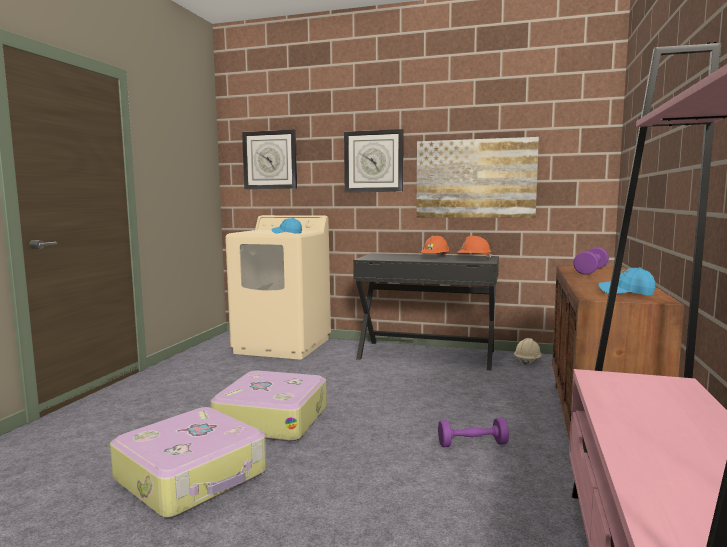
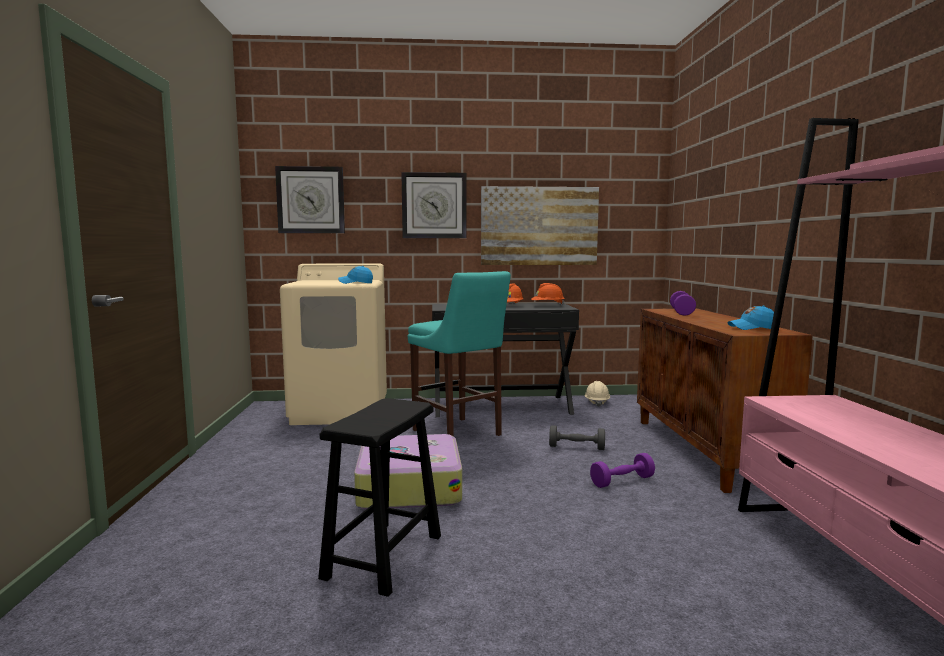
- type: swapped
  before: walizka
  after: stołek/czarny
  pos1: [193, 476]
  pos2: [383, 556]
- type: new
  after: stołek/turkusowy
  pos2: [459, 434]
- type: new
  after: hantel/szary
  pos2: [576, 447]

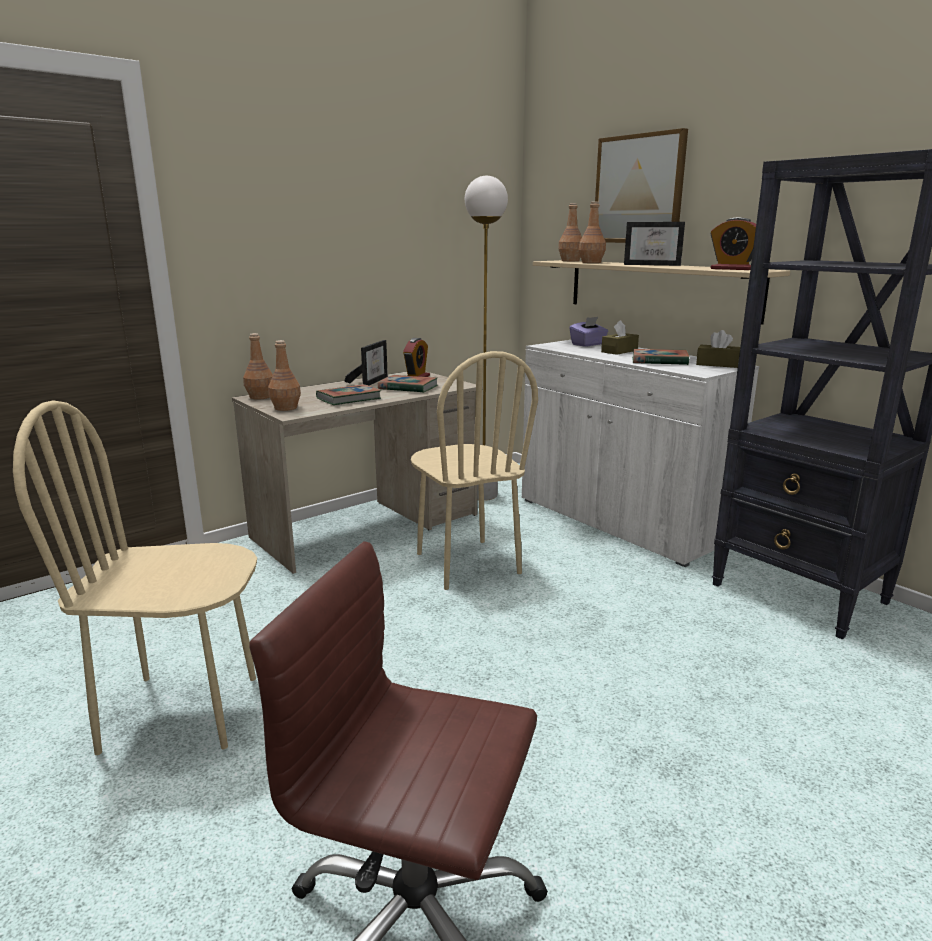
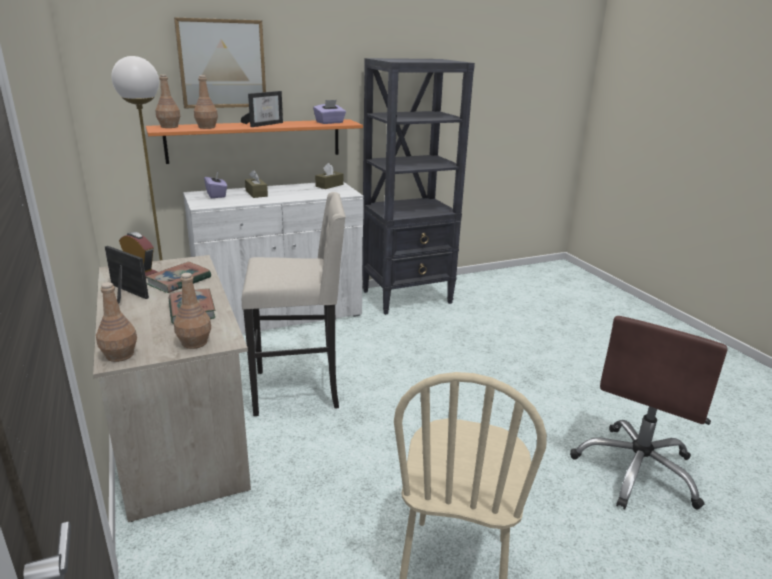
- type: repainted
  before: półka/beżowy
  after: półka/pomarańczowy
  pos1: [659, 289]
  pos2: [255, 140]
- type: swapped
  before: krzesło/beżowy
  after: stołek/beżowy
  pos1: [466, 563]
  pos2: [299, 390]
- type: swapped
  before: budzik
  after: pudełko chusteczek/fioletowy
  pos1: [732, 269]
  pos2: [330, 122]
- type: gone
  before: książka
  pos1: [659, 361]

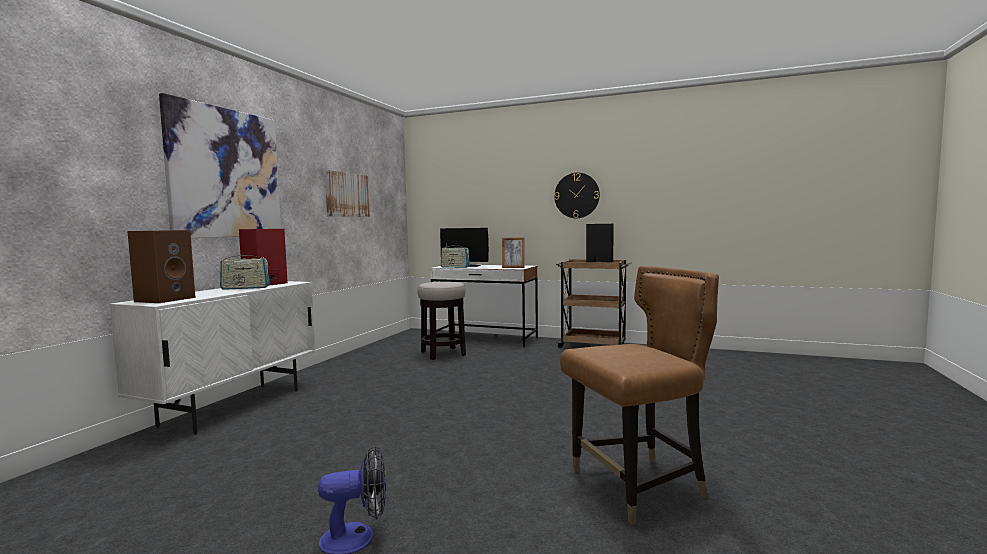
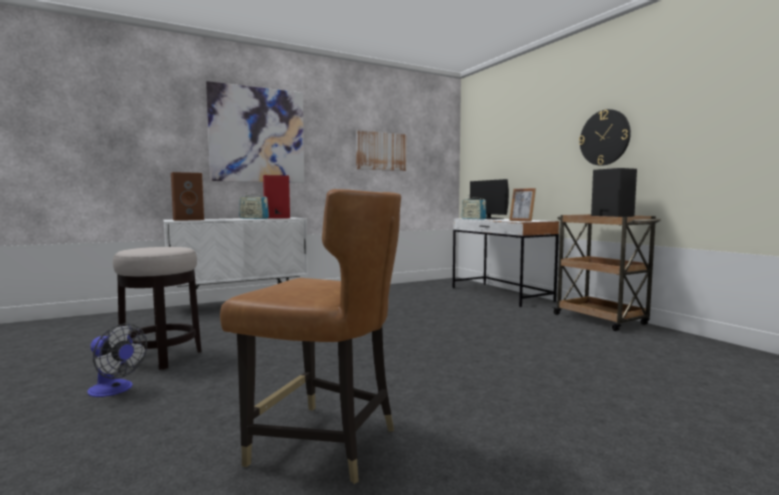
- type: shifted
  before: stołek
  pos1: [443, 353]
  pos2: [161, 357]

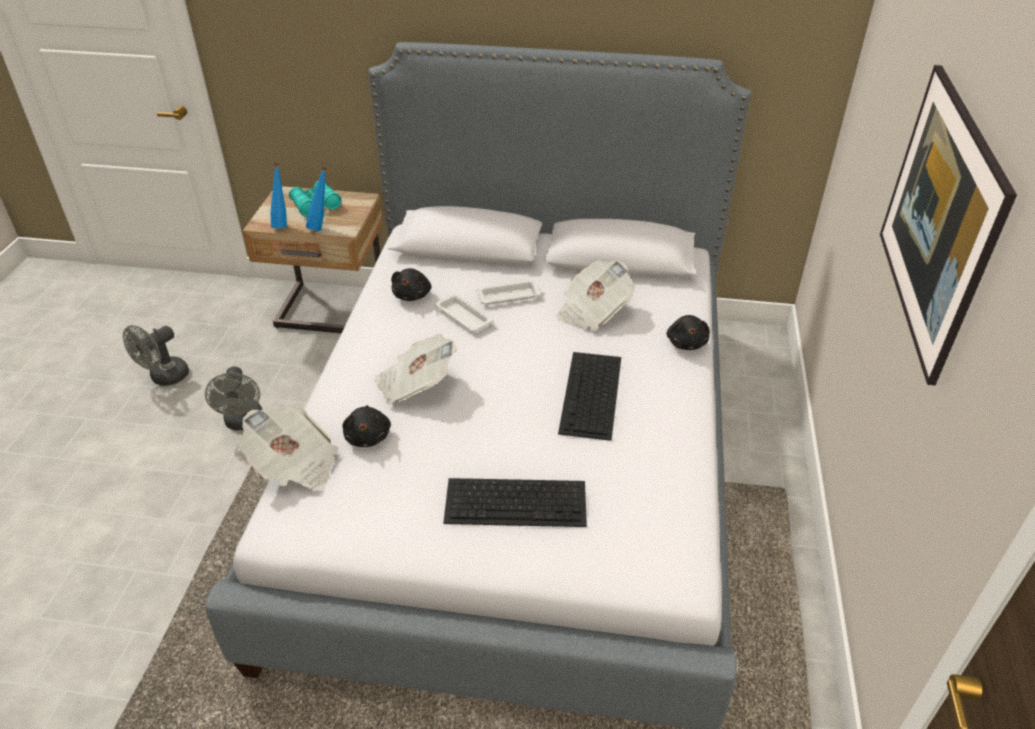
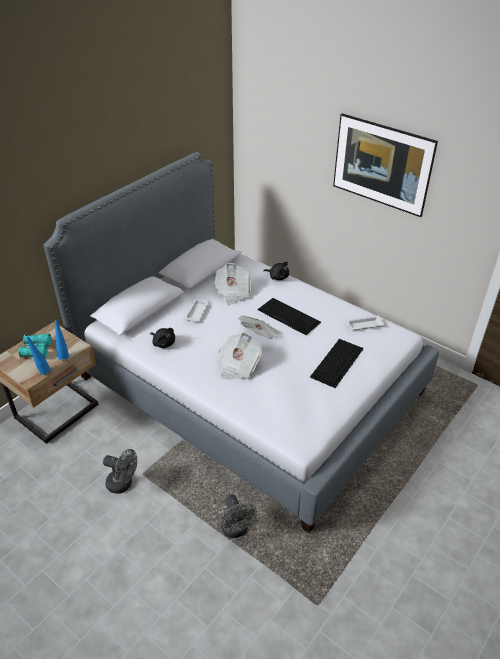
- type: shifted
  before: wentylator/szary
  pos1: [164, 378]
  pos2: [236, 530]
- type: shifted
  before: gazeta
  pos1: [294, 465]
  pos2: [260, 336]
- type: shifted
  before: taca/biały
  pos1: [462, 316]
  pos2: [364, 325]
- type: gone
  before: pluszak/czarny
  pos1: [368, 436]

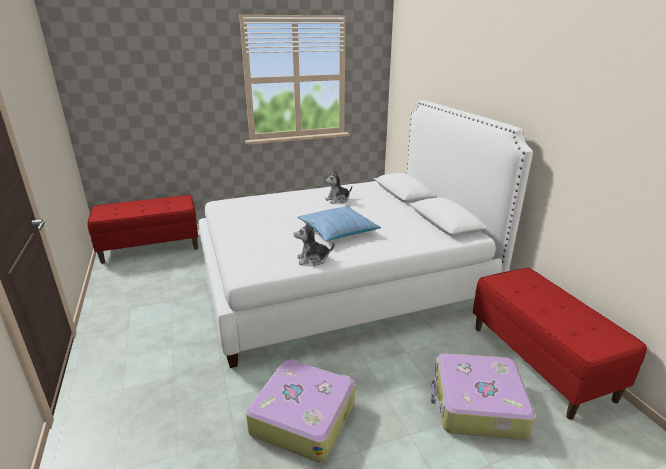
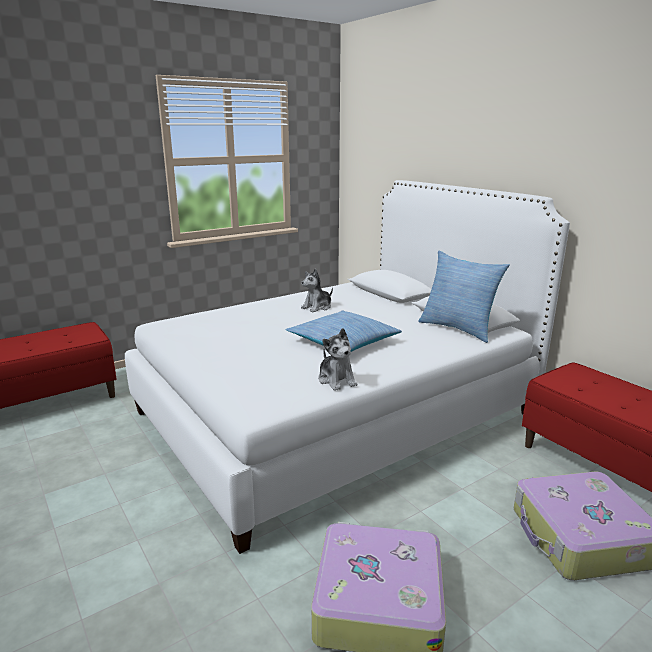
- type: rotated
  before: pluszak
  pos1: [313, 259]
  pos2: [336, 380]
  turn: -90
- type: new
  after: poduszka
  pos2: [458, 328]

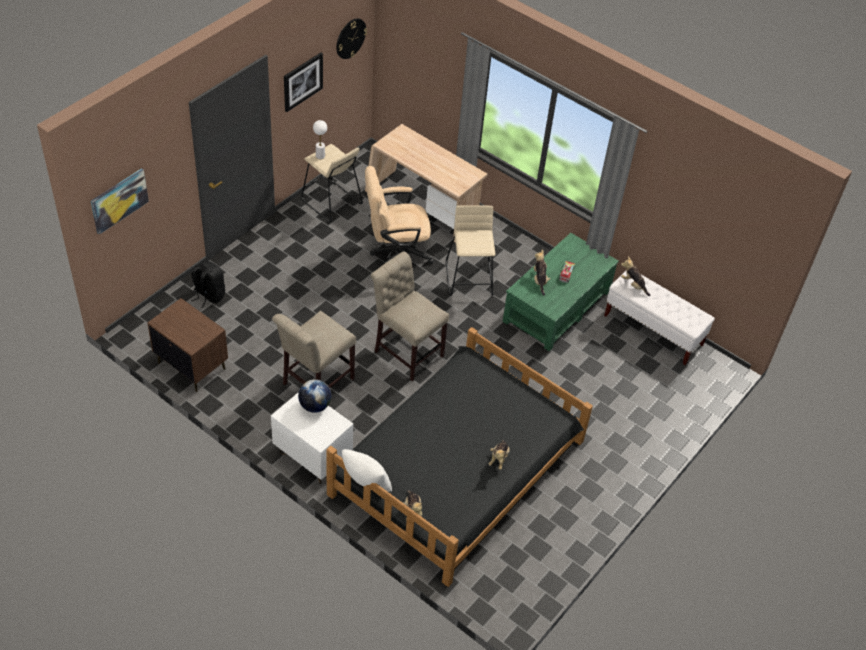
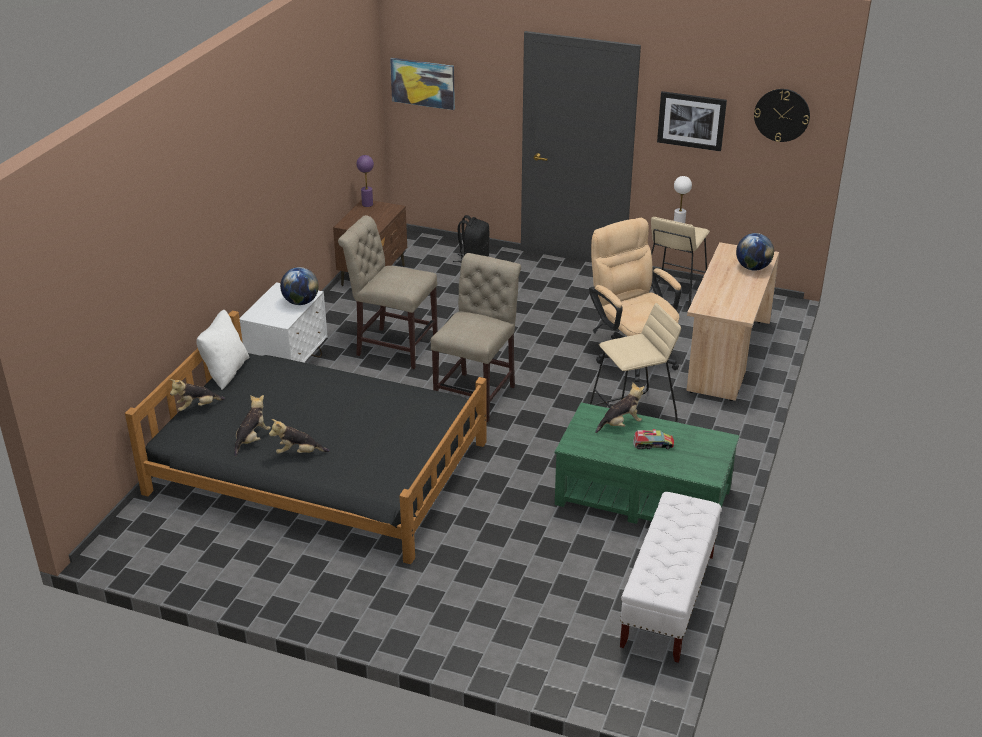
- type: shifted
  before: pluszak
  pos1: [633, 285]
  pos2: [252, 440]
- type: new
  after: lampa stołowa/fioletowy
  pos2: [367, 204]
- type: new
  after: globus
  pos2: [752, 268]

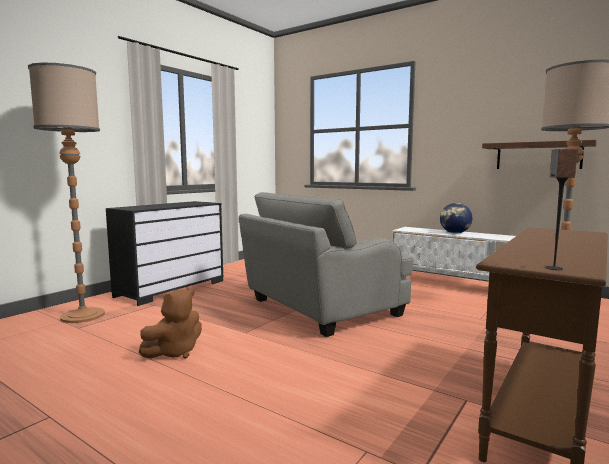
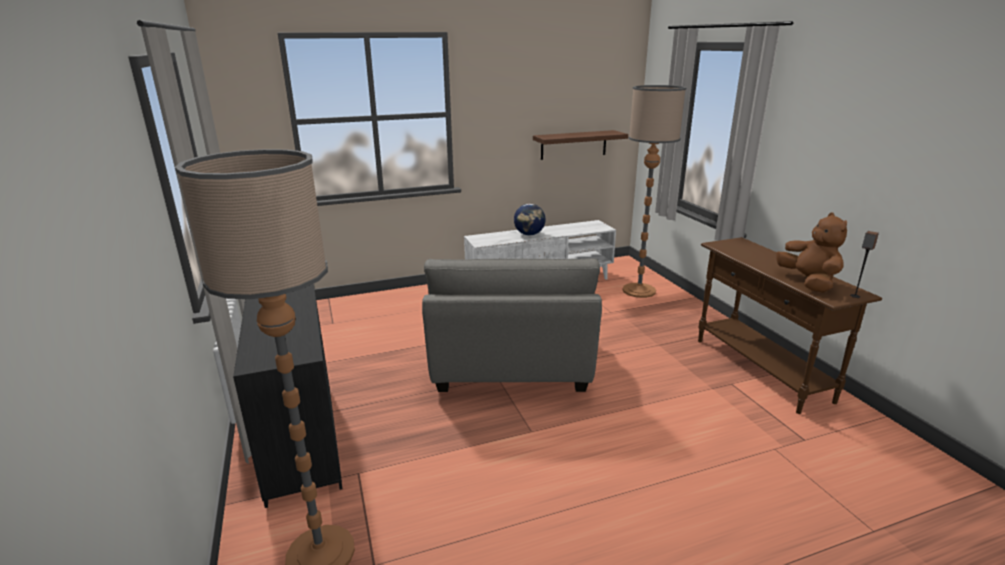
- type: shifted
  before: pluszak/brązowy
  pos1: [174, 352]
  pos2: [808, 282]

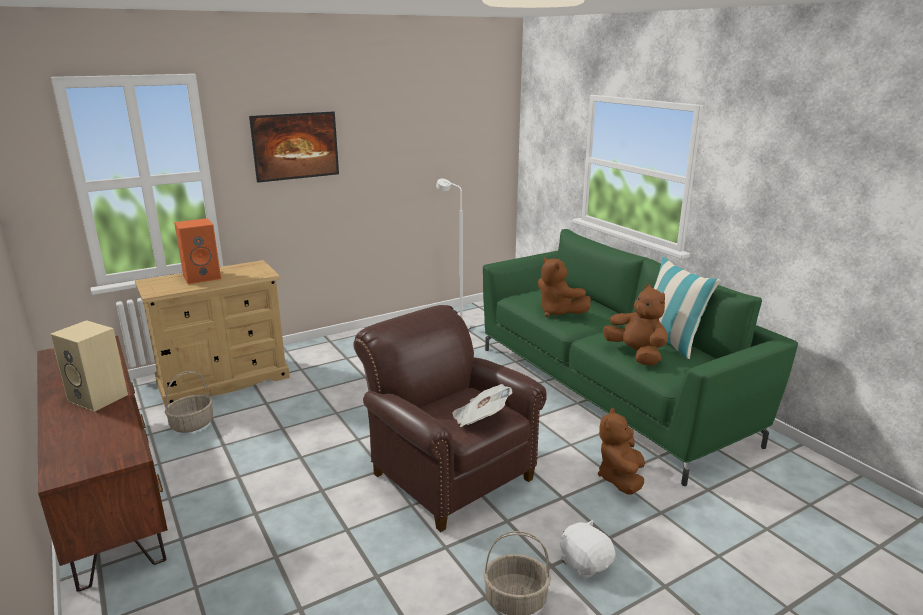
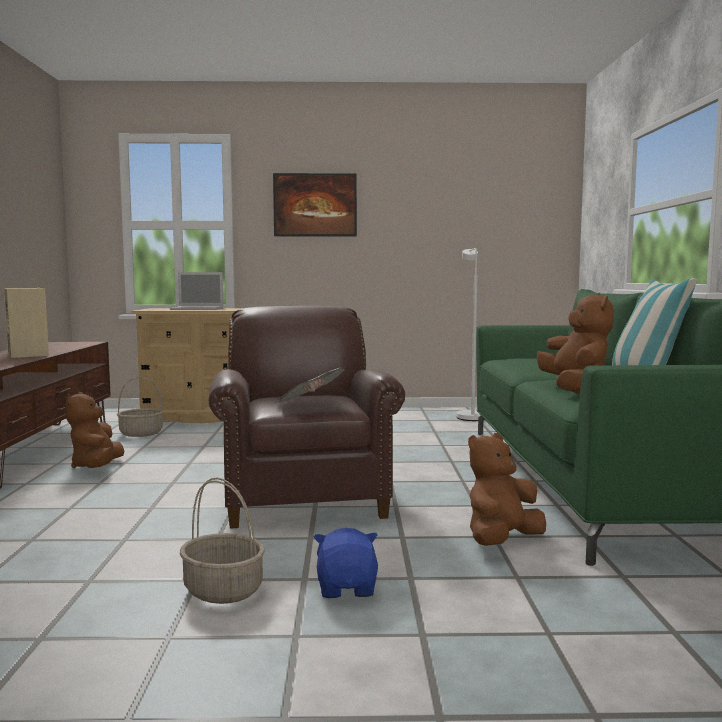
- type: shifted
  before: pluszak/brązowy
  pos1: [558, 312]
  pos2: [97, 467]
- type: swapped
  before: głośnik/pomarańczowy
  after: laptop
  pos1: [203, 277]
  pos2: [198, 309]
- type: repainted
  before: pluszak/biały
  after: pluszak/niebieski
  pos1: [585, 563]
  pos2: [347, 588]

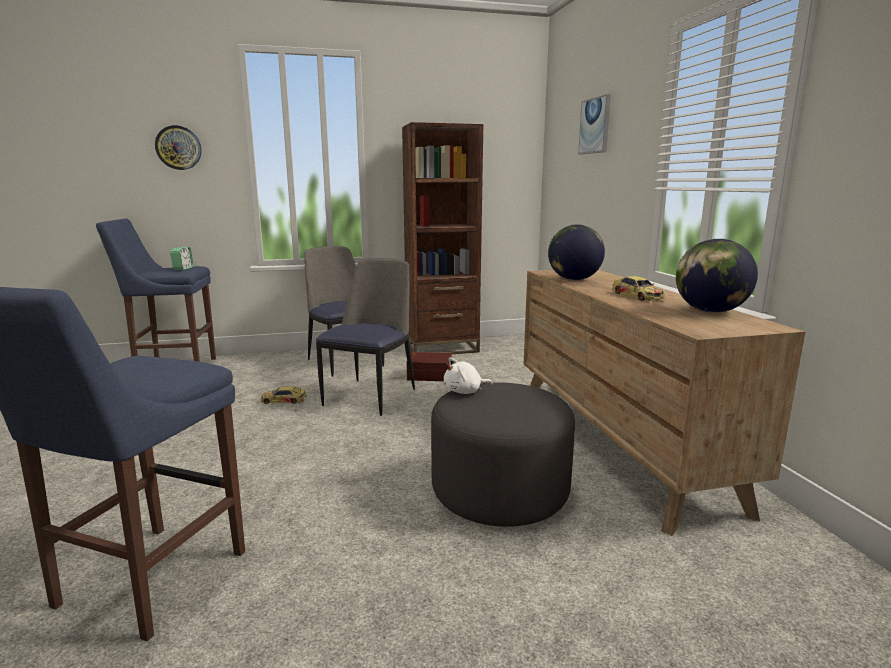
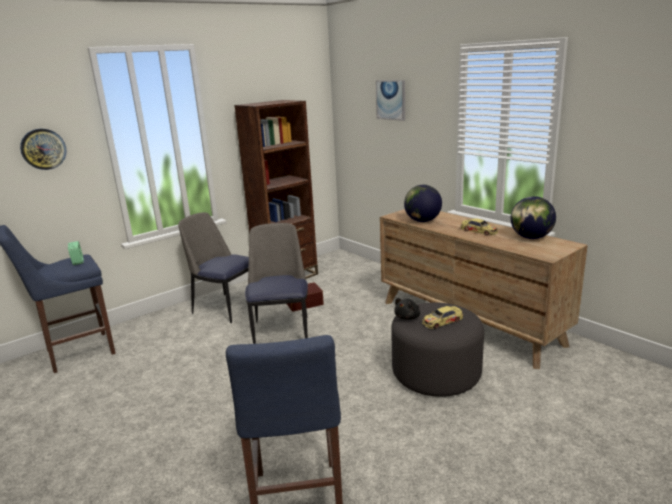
- type: repainted
  before: pluszak/biały
  after: pluszak/czarny
  pos1: [465, 391]
  pos2: [408, 317]
- type: shifted
  before: samochodzik
  pos1: [283, 400]
  pos2: [442, 321]

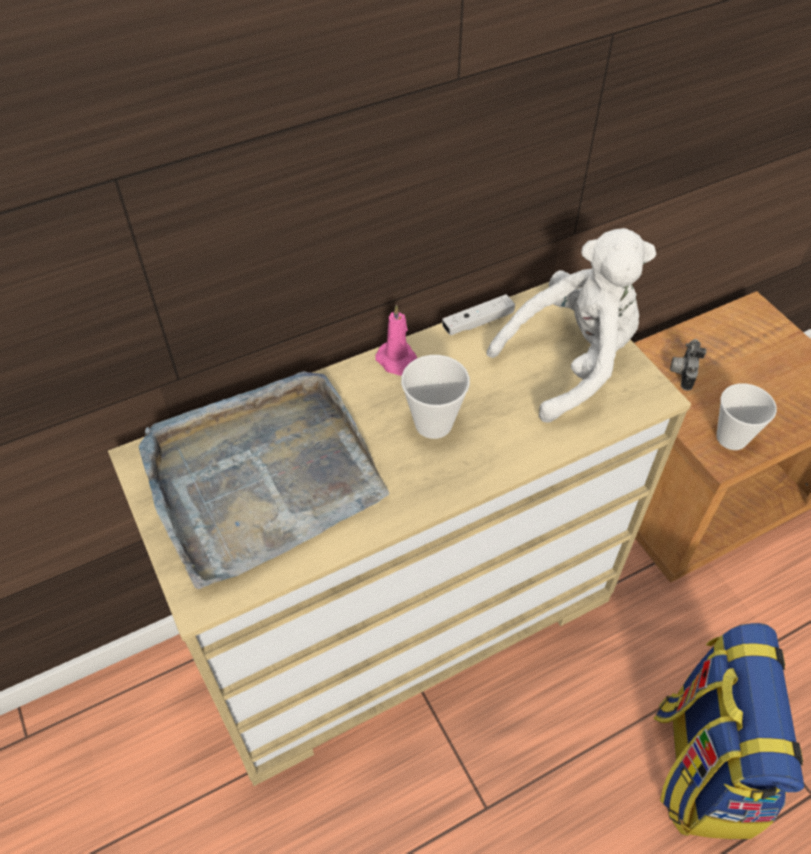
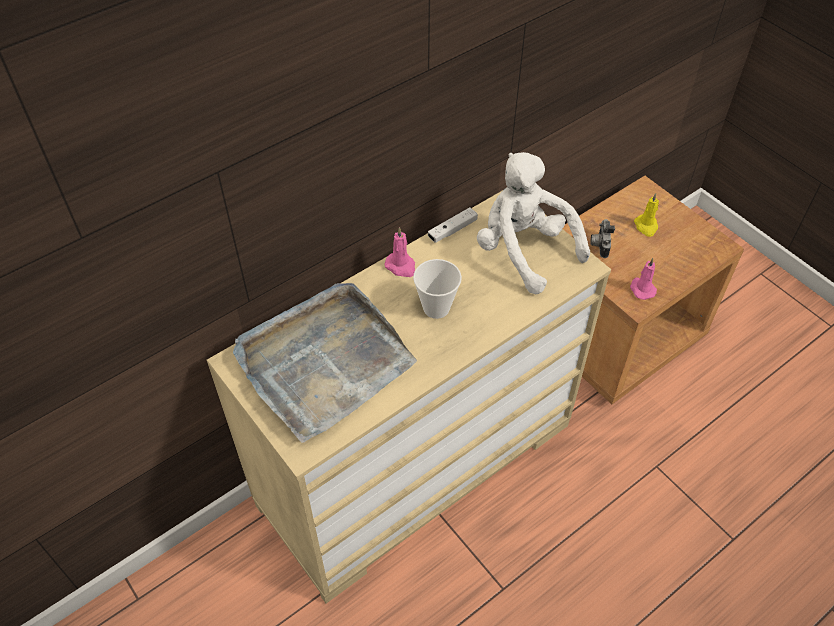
- type: rotated
  before: pluszak/biały
  pos1: [571, 362]
  pos2: [524, 250]
  turn: -90
- type: swapped
  before: filiżanka
  after: świeca/różowy
  pos1: [731, 438]
  pos2: [641, 289]
- type: new
  after: świeca/żółty
  pos2: [646, 226]
- type: gone
  before: plecak
  pos1: [701, 766]

